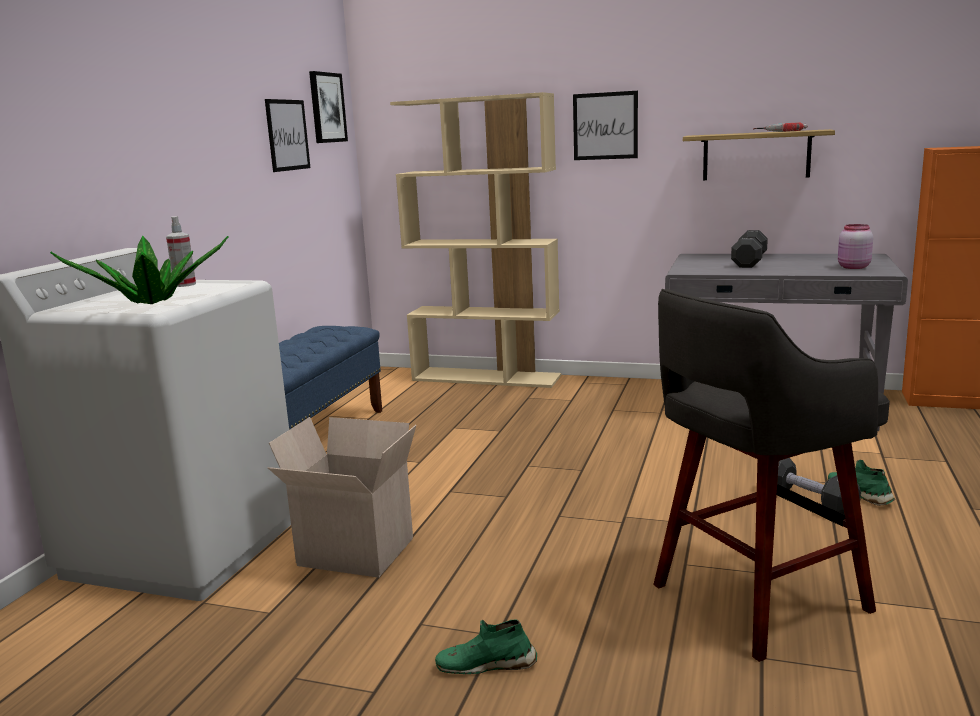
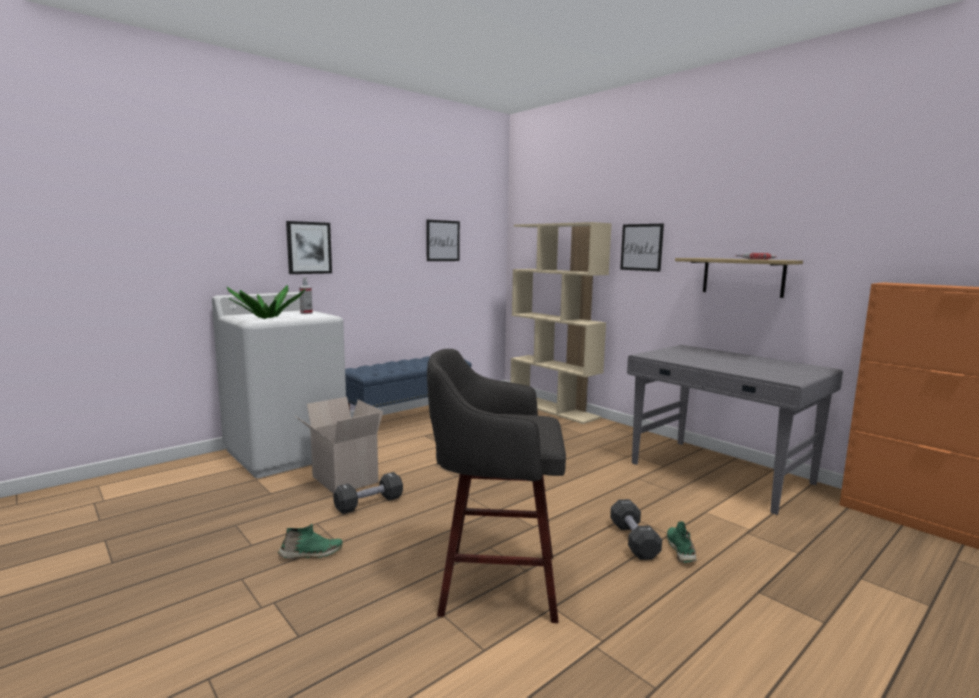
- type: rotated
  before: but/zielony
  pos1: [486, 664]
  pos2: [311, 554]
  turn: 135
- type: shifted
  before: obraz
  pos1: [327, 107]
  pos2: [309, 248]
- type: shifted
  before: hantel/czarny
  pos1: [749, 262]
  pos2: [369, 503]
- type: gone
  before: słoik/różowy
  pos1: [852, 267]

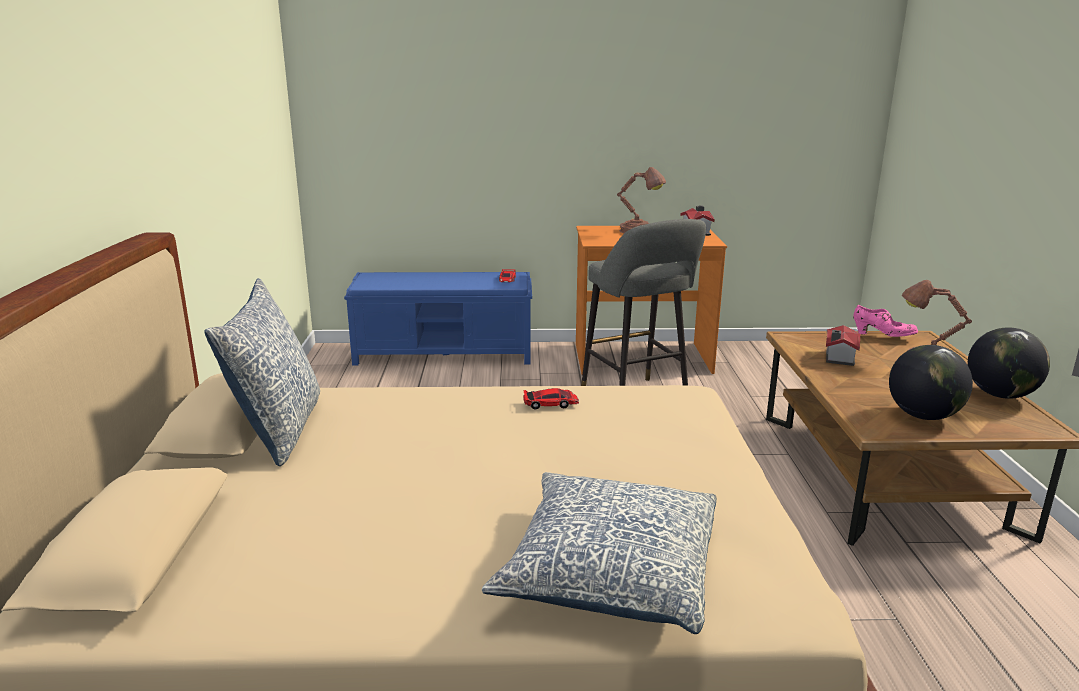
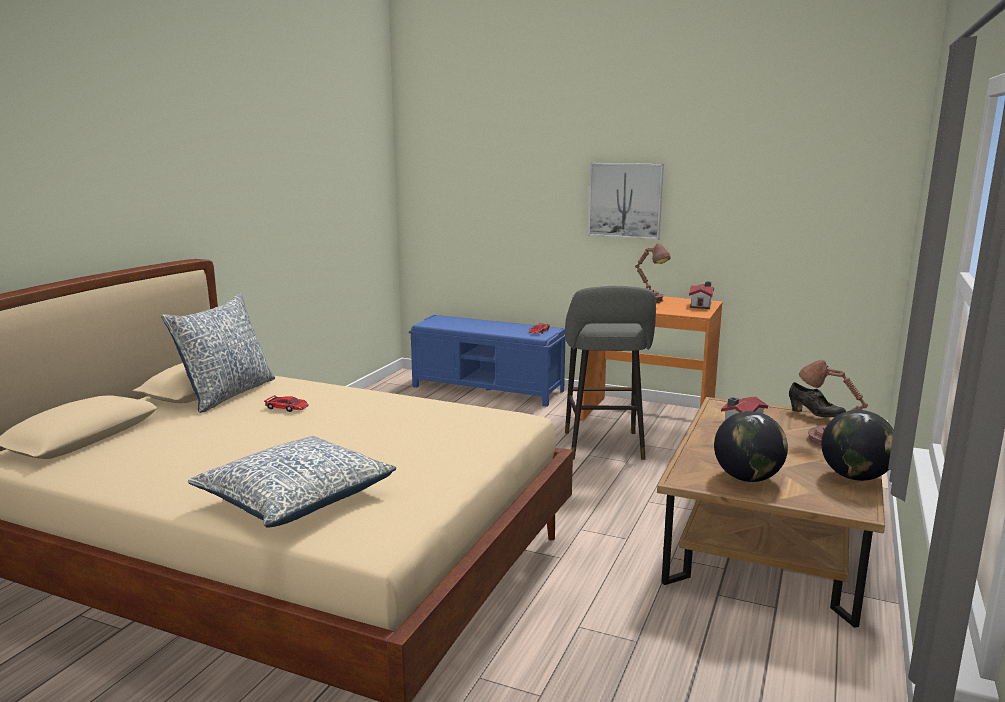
- type: shifted
  before: samochodzik
  pos1: [550, 403]
  pos2: [287, 407]
- type: new
  after: obraz
  pos2: [625, 200]
- type: repainted
  before: but/różowy
  after: but/czarny
  pos1: [883, 336]
  pos2: [815, 416]

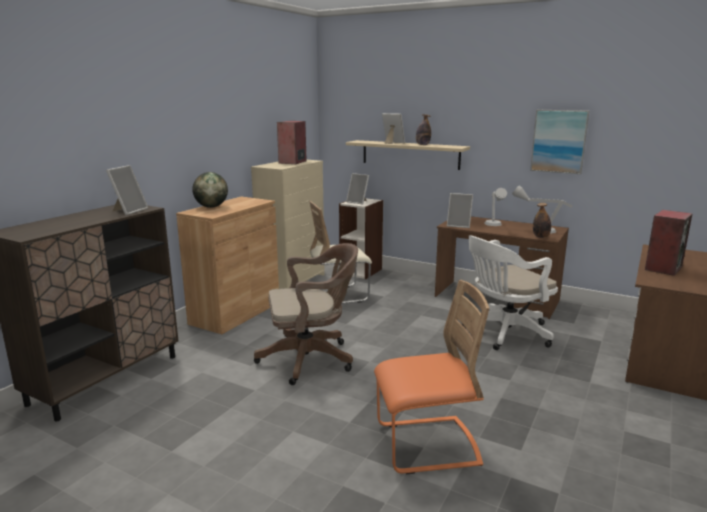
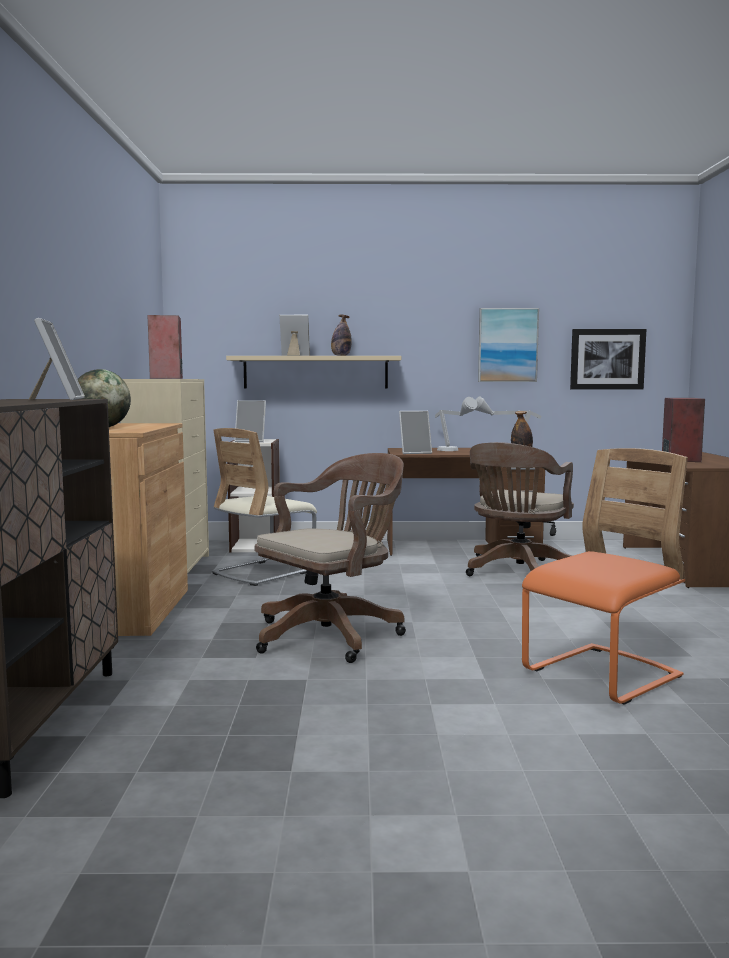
- type: repainted
  before: krzesło biurowe/biały
  after: krzesło biurowe/brązowy
  pos1: [503, 333]
  pos2: [517, 573]
- type: new
  after: obraz
  pos2: [607, 359]

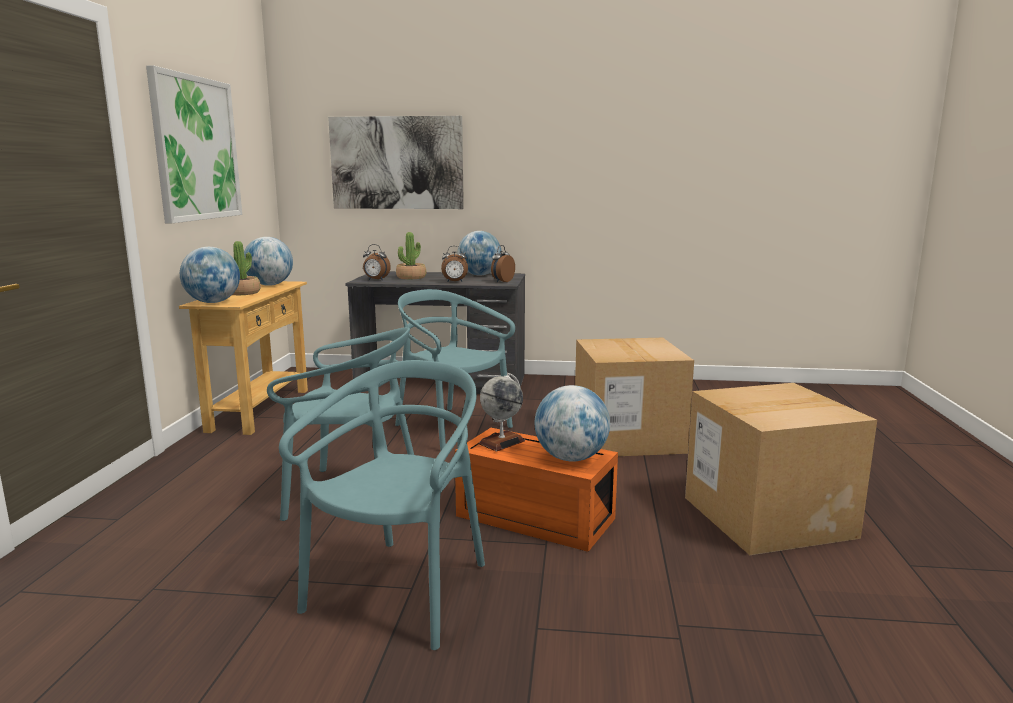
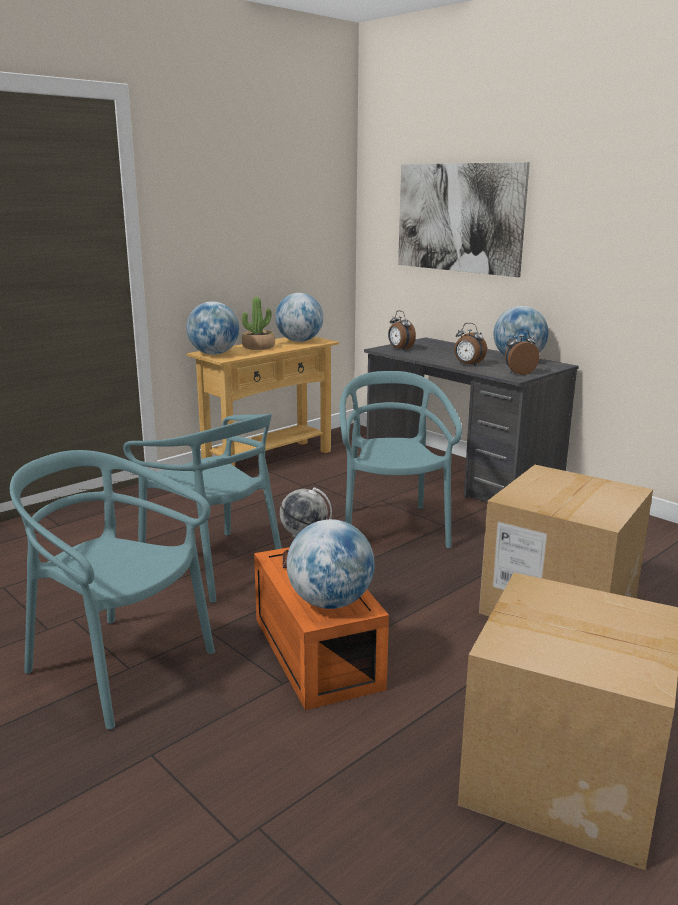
- type: rotated
  before: krzesło/turkusowy
  pos1: [401, 591]
  pos2: [118, 667]
  turn: -120
- type: gone
  before: obraz
  pos1: [196, 148]
- type: gone
  before: roślina doniczkowa
  pos1: [411, 277]

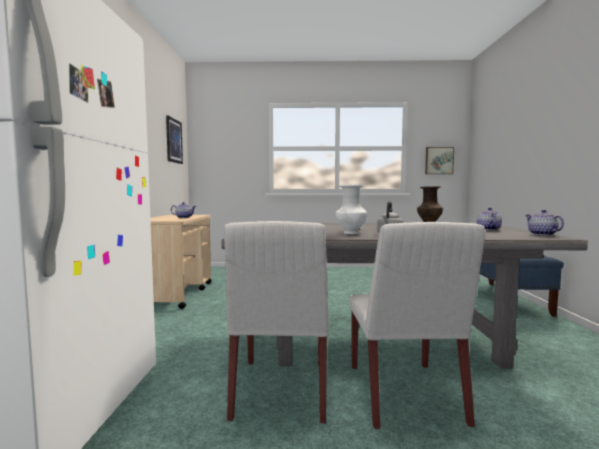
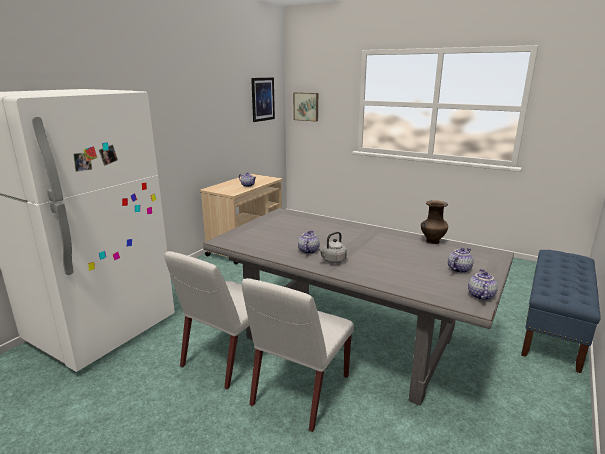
- type: shifted
  before: obraz
  pos1: [439, 160]
  pos2: [306, 106]
- type: swapped
  before: wazon/biały
  after: imbryk
  pos1: [350, 233]
  pos2: [308, 251]

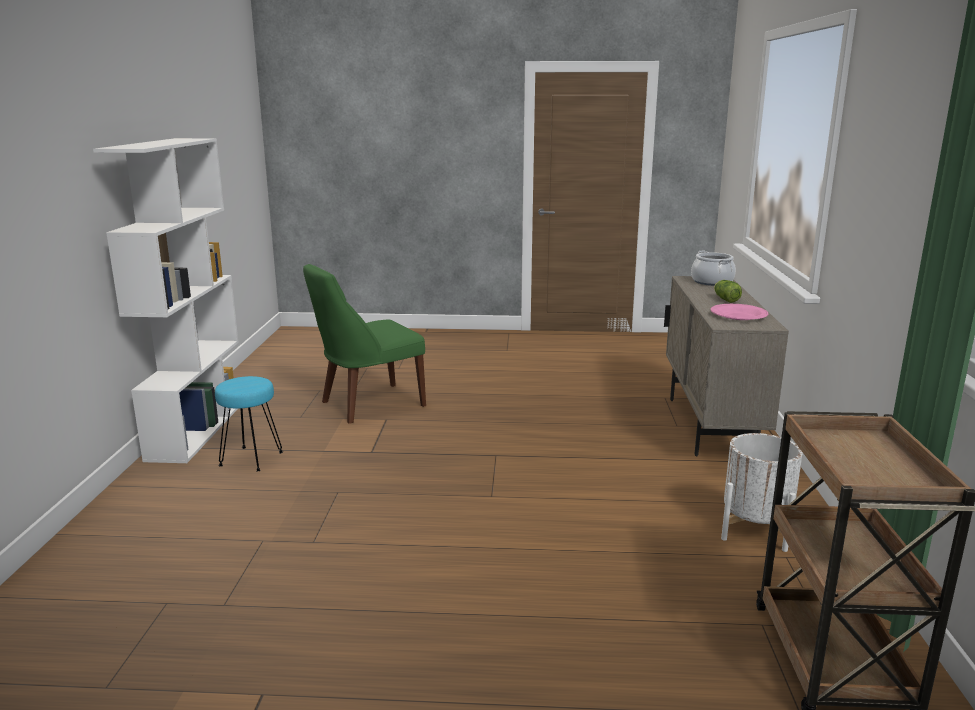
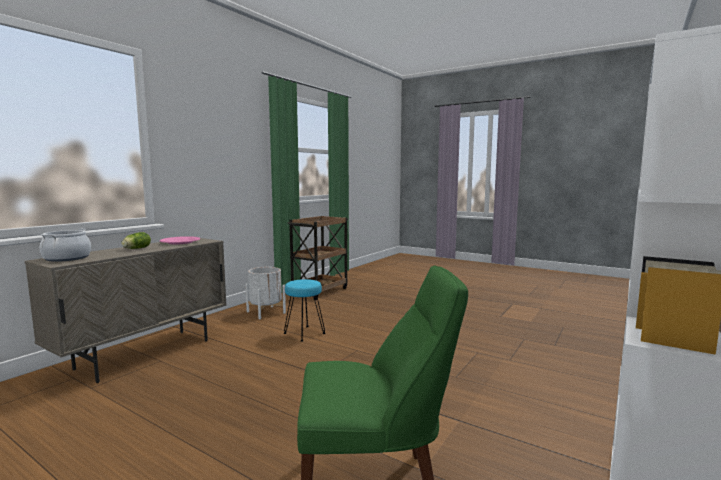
- type: shifted
  before: stołek/turkusowy
  pos1: [252, 458]
  pos2: [304, 334]

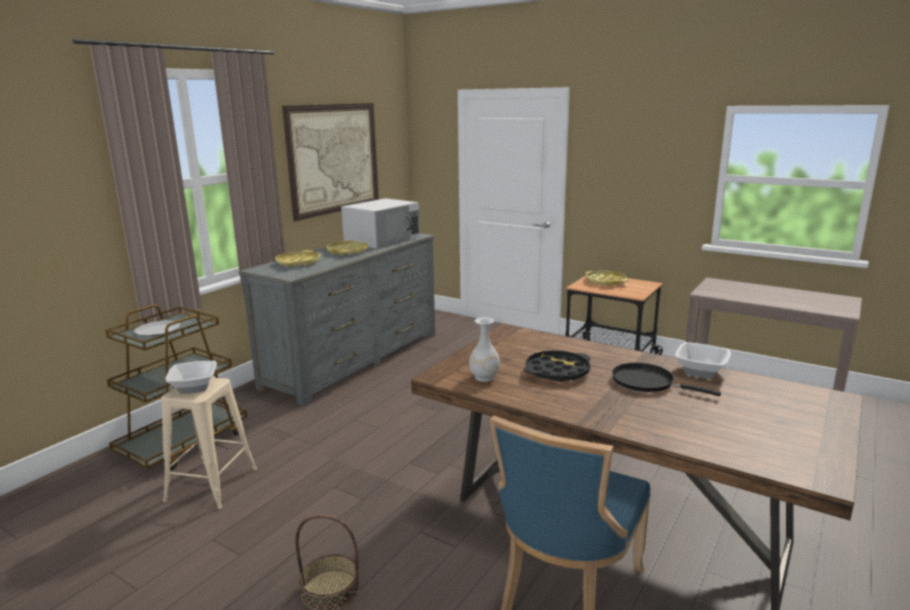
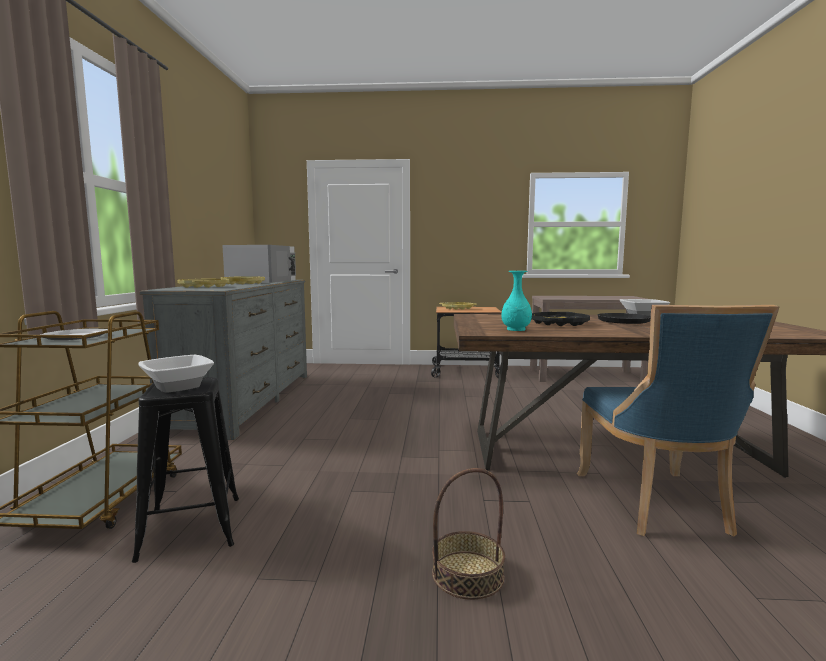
- type: repainted
  before: stołek/beżowy
  after: stołek/czarny
  pos1: [211, 484]
  pos2: [191, 527]
- type: repainted
  before: wazon/biały
  after: wazon/turkusowy
  pos1: [484, 377]
  pos2: [515, 329]
- type: gone
  before: obraz
  pos1: [334, 159]

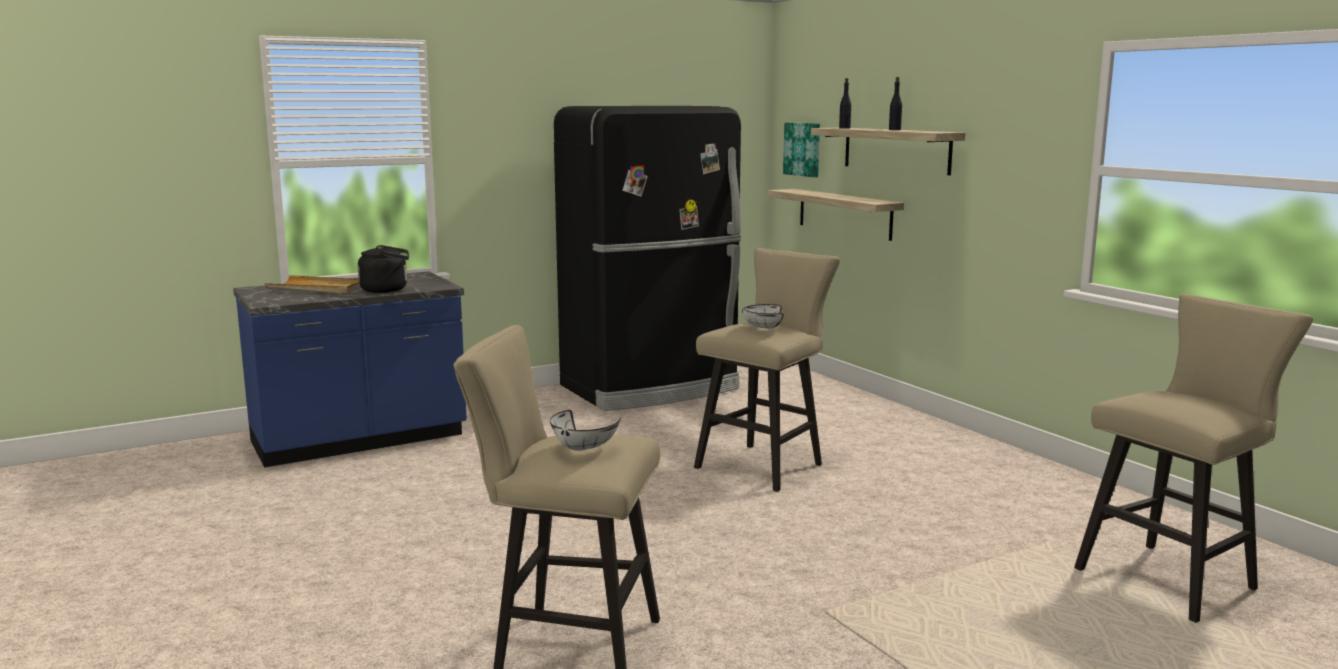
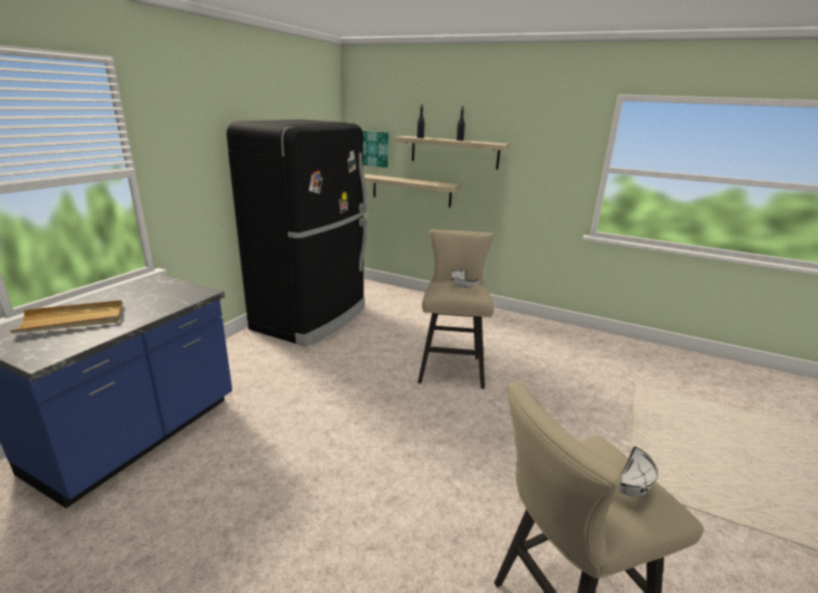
- type: gone
  before: czajnik/czarny
  pos1: [387, 290]
- type: gone
  before: stołek/beżowy
  pos1: [1174, 577]

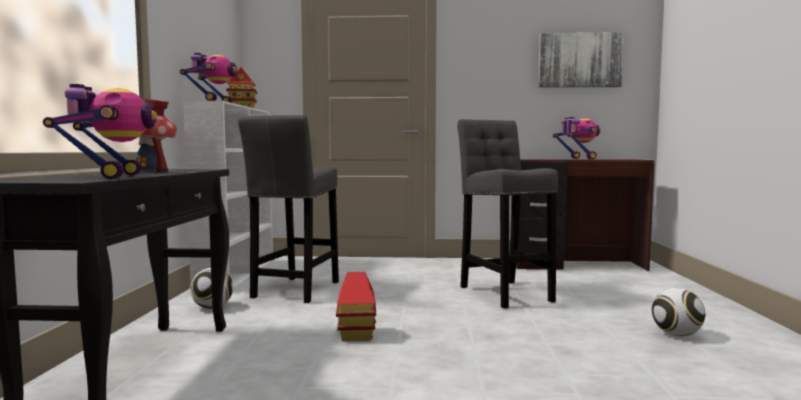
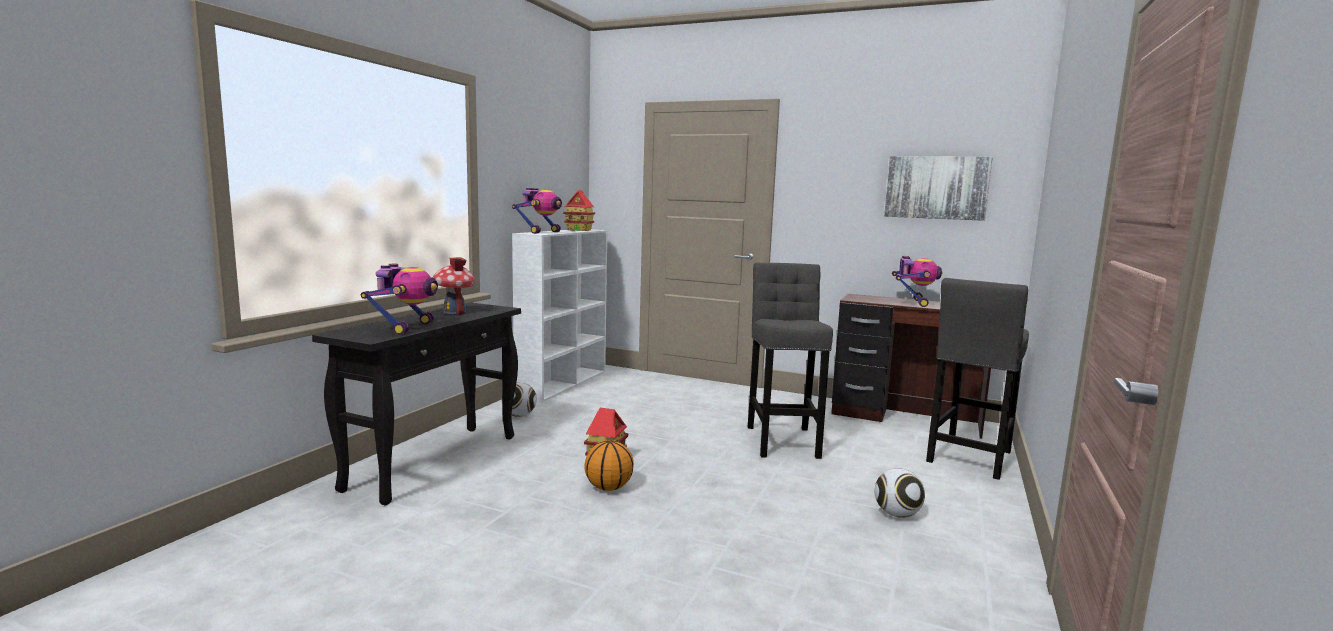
- type: new
  after: piłka do koszykówki
  pos2: [609, 487]
- type: shifted
  before: stołek/szary
  pos1: [294, 291]
  pos2: [969, 459]

